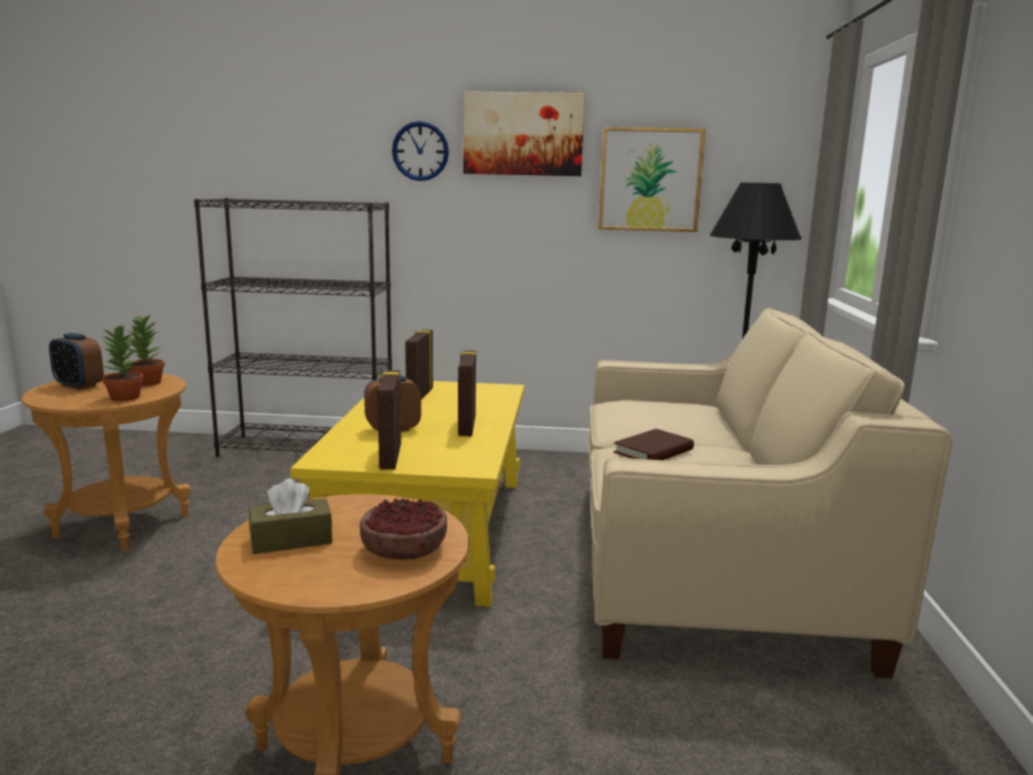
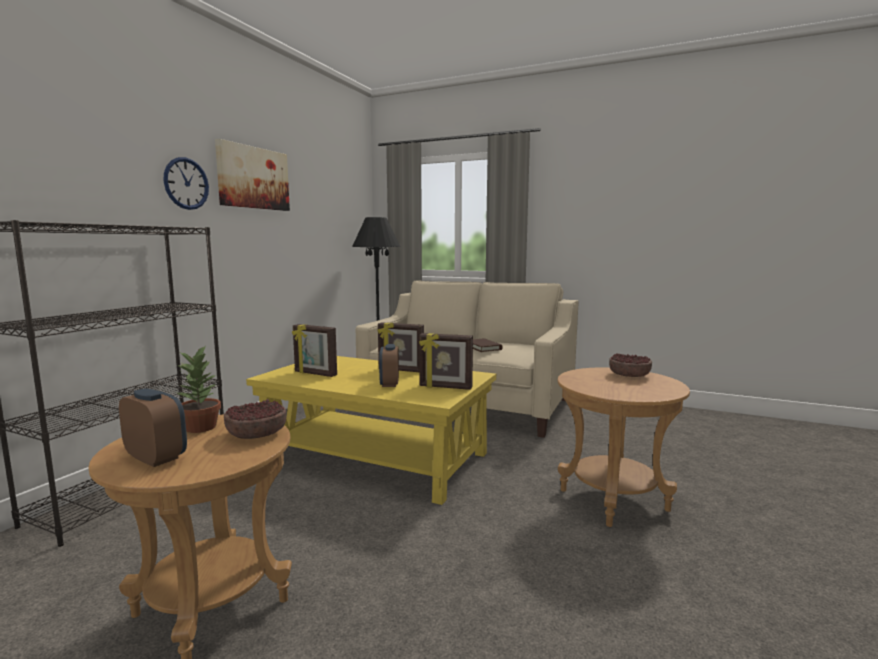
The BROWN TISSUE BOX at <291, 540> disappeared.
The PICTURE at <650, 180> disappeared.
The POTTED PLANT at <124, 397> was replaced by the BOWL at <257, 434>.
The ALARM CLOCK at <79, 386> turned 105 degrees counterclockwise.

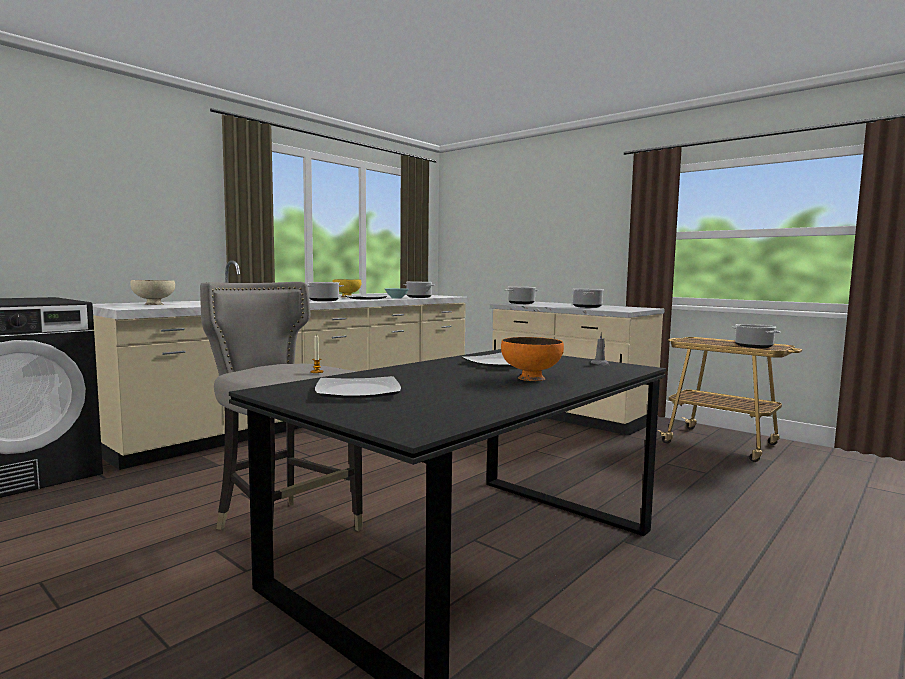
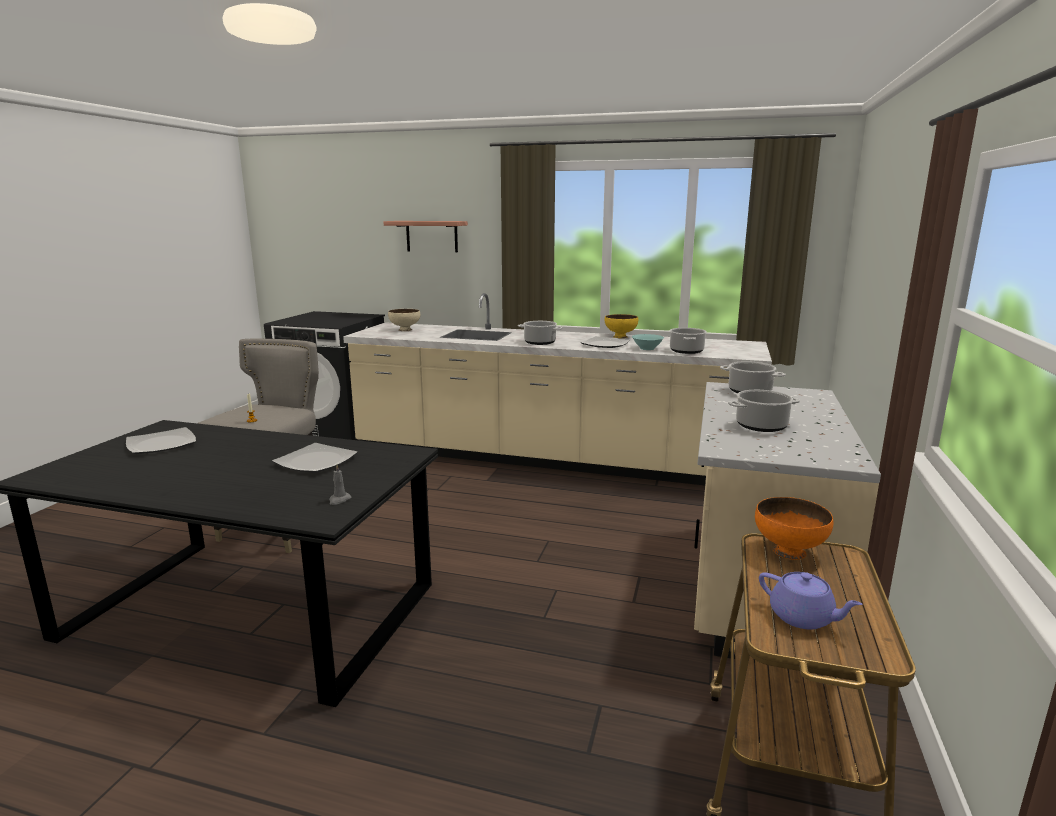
The SHELF at <432, 236> appeared.
The ORANGE BOWL moved from <530, 378> to <789, 551>.
The COOKING POT at <753, 346> was replaced by the PURPLE TEAPOT at <803, 617>.

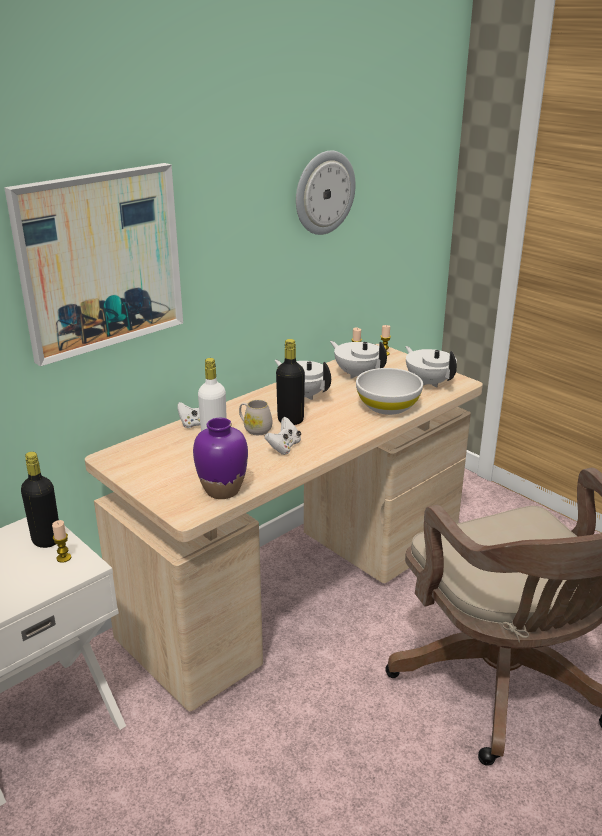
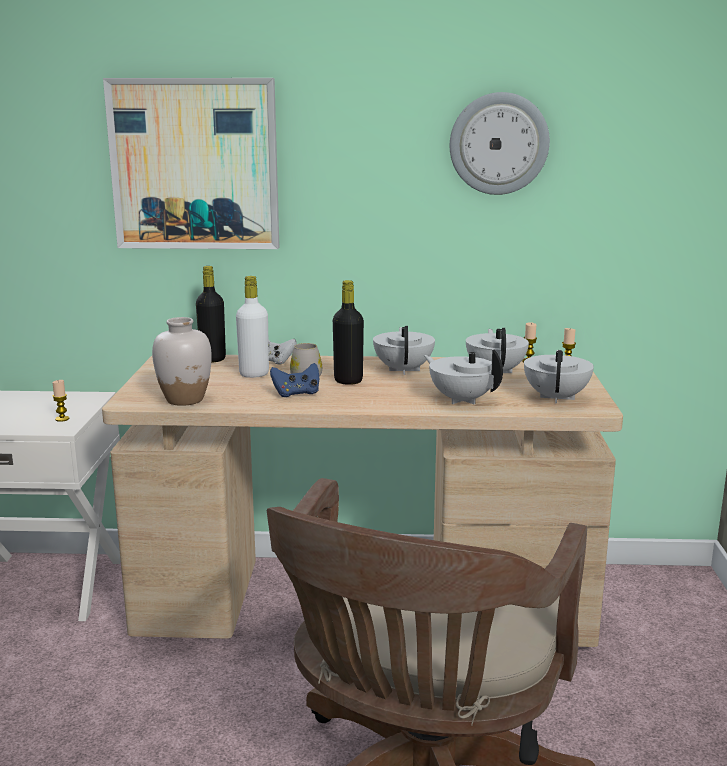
The BLACK BOTTLE moved from <46, 540> to <212, 359>.
The WHITE BOWL at <387, 406> was replaced by the WHITE TEAPOT at <462, 400>.
The PURPLE VASE at <222, 490> became the WHITE VASE at <185, 399>.
The WHITE GAME CONTROLLER at <284, 447> became the BLUE GAME CONTROLLER at <296, 393>.

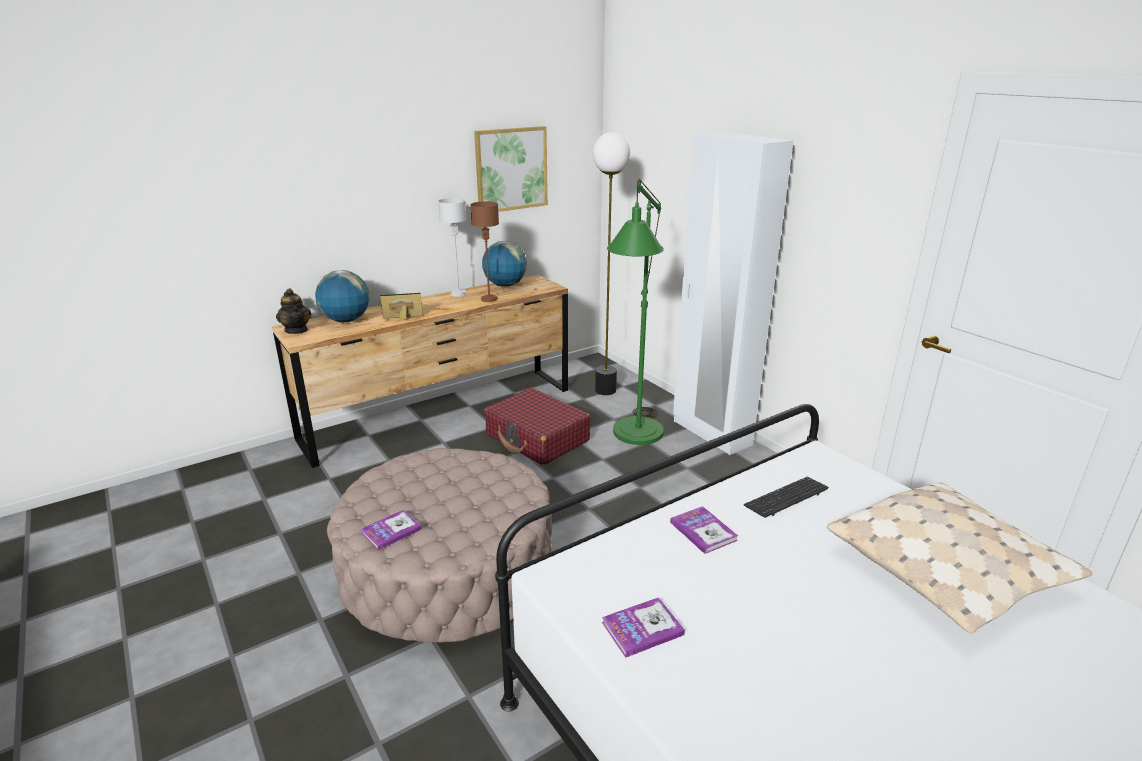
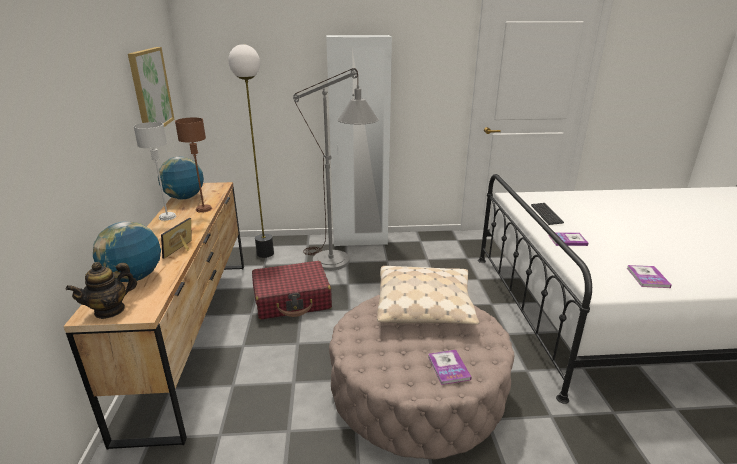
The BEIGE PILLOW moved from <947, 571> to <425, 306>.
The GREEN FLOOR LAMP at <635, 439> became the GREY FLOOR LAMP at <338, 265>.
The TEAPOT at <296, 330> turned 135 degrees clockwise.

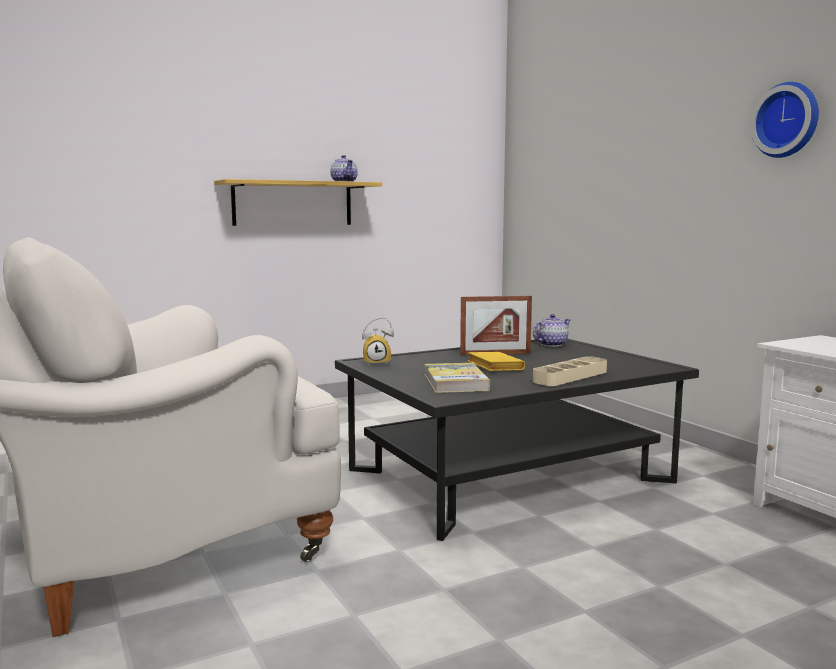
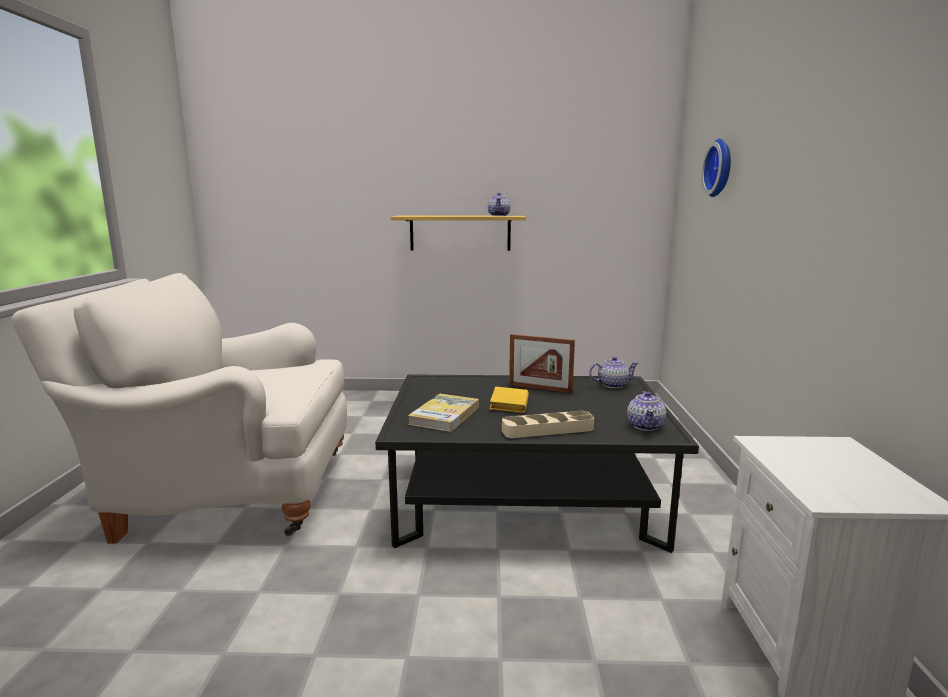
The ALARM CLOCK at <377, 363> disappeared.
The TEAPOT at <645, 426> appeared.
The WALL CLOCK moved from <788, 120> to <721, 168>.

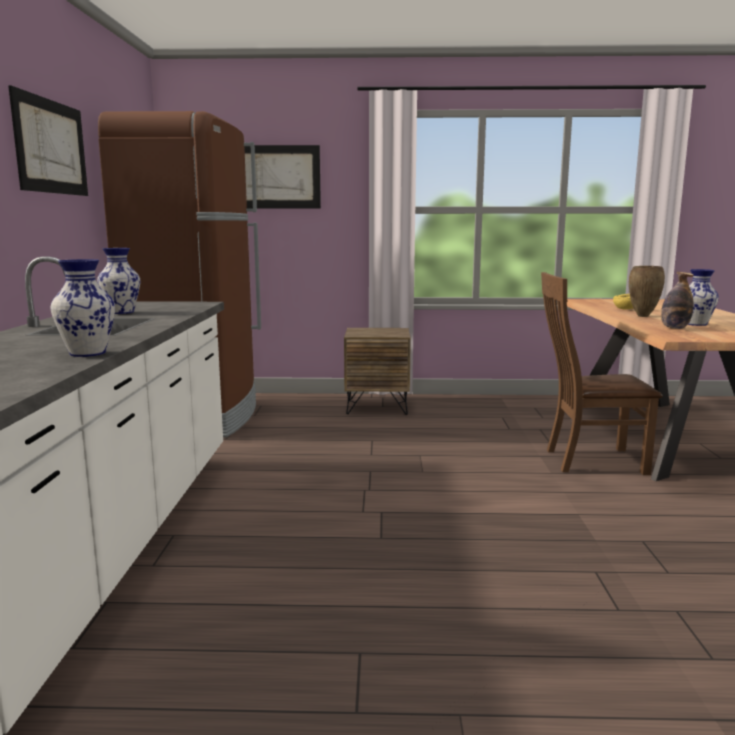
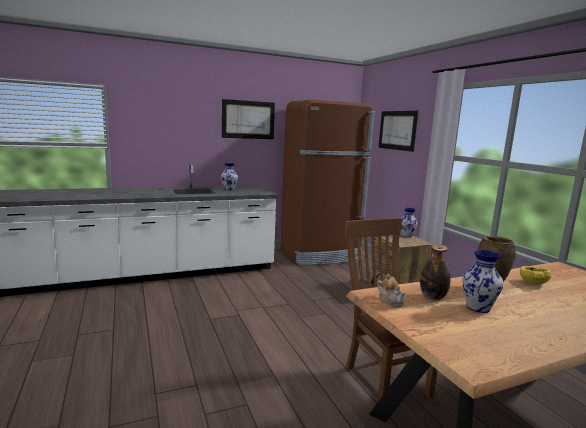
The TEAPOT at <390, 301> appeared.
The VASE moved from <86, 353> to <406, 236>.

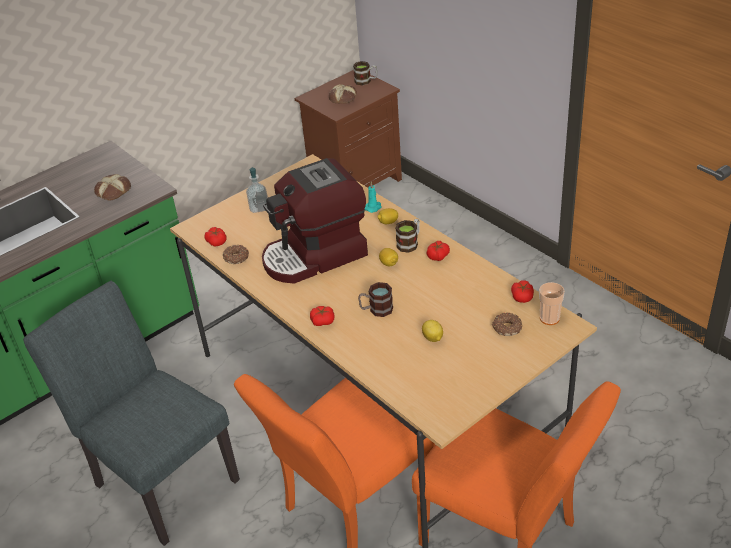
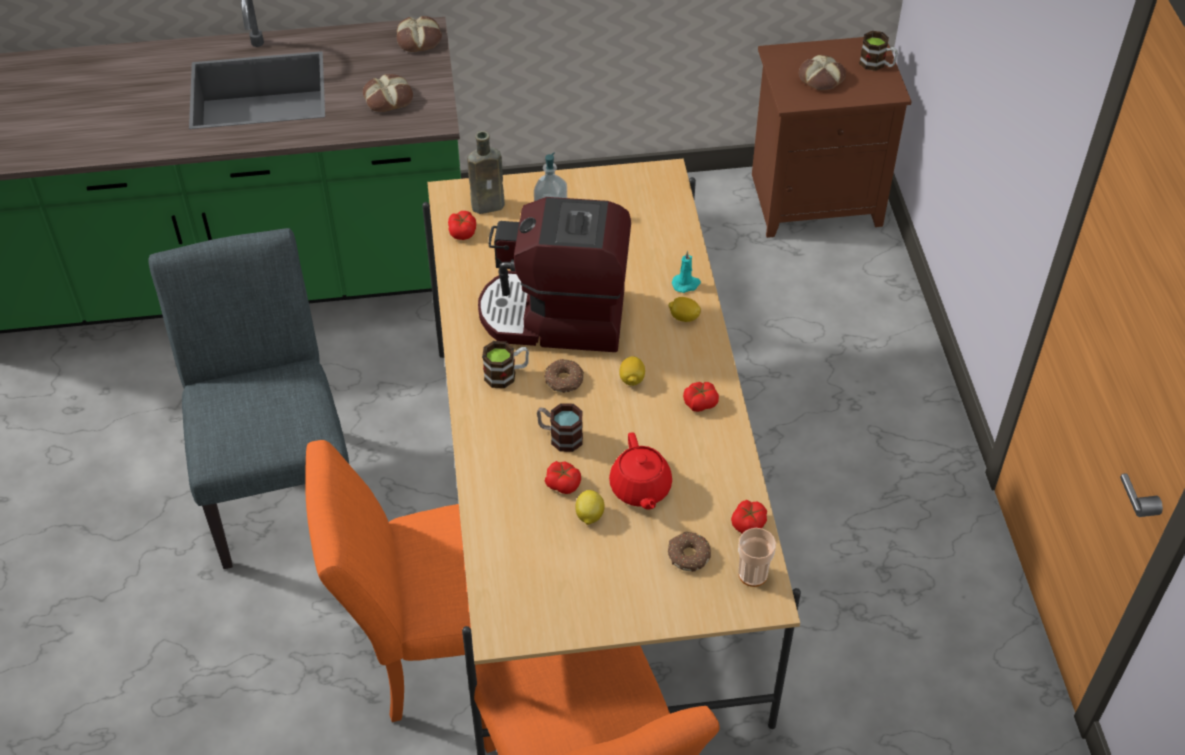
The BREAD at <419, 39> appeared.
The BROWN BOTTLE at <490, 205> appeared.
The RED TEAPOT at <640, 488> appeared.
The DONUT moved from <236, 258> to <564, 381>.
The TOMATO moved from <322, 321> to <563, 483>.
The MUG moved from <410, 243> to <506, 374>.

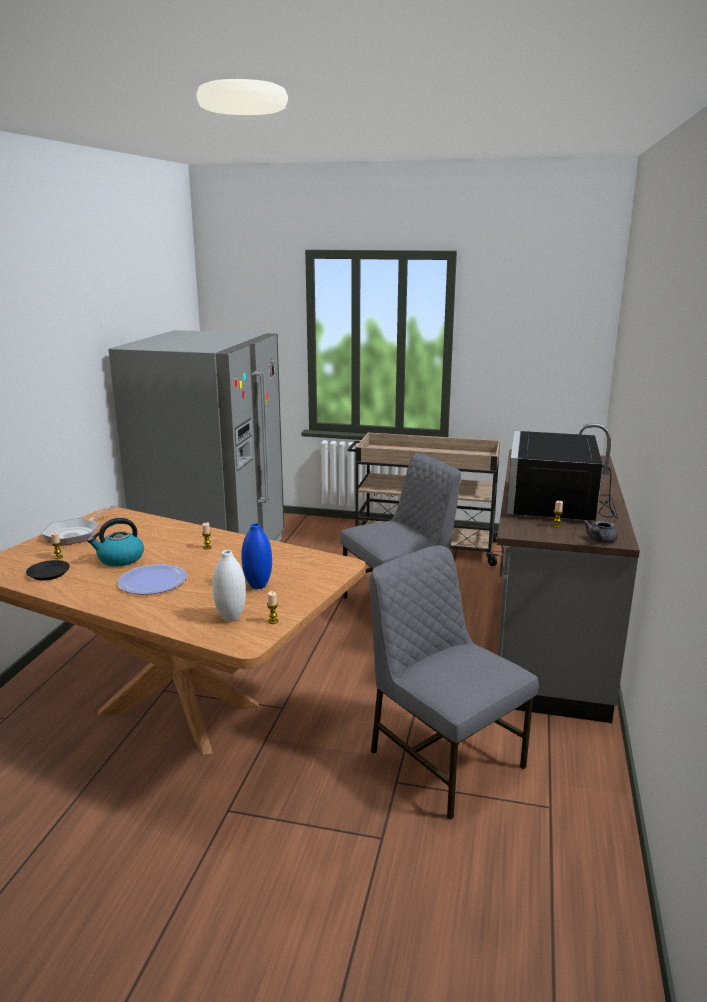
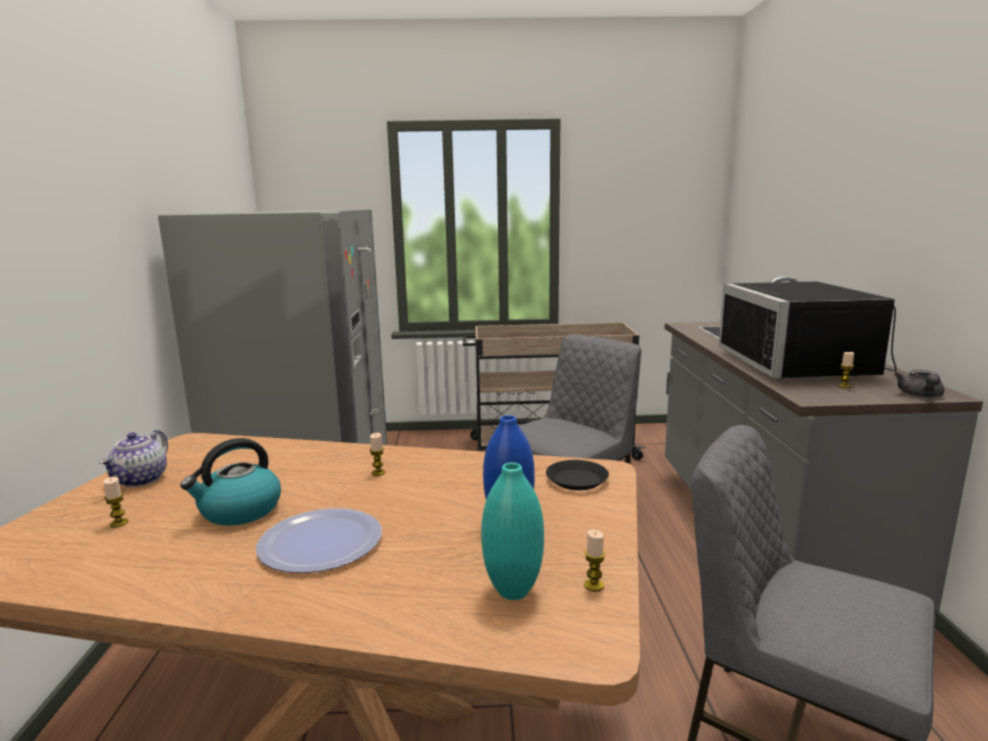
The BLACK PLATE moved from <48, 573> to <577, 480>.
The FRYING PAN at <75, 534> was replaced by the TEAPOT at <141, 480>.
The WHITE VASE at <231, 617> became the TURQUOISE VASE at <513, 591>.

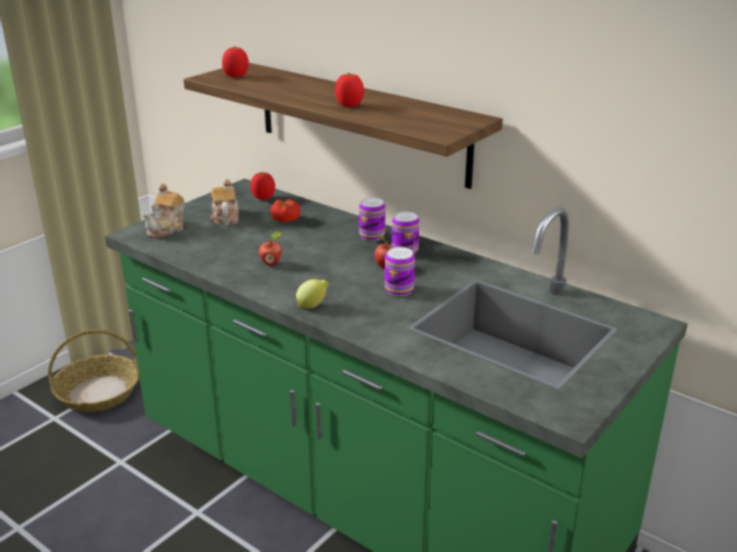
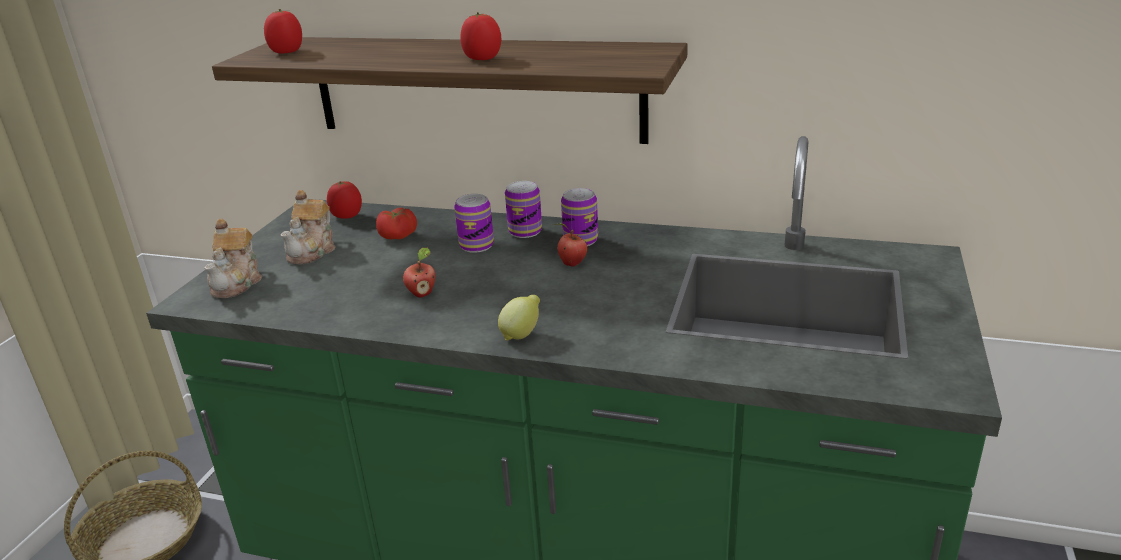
The CAN moved from <399, 290> to <476, 245>.
The TEAPOT at <225, 218> turned 135 degrees counterclockwise.

